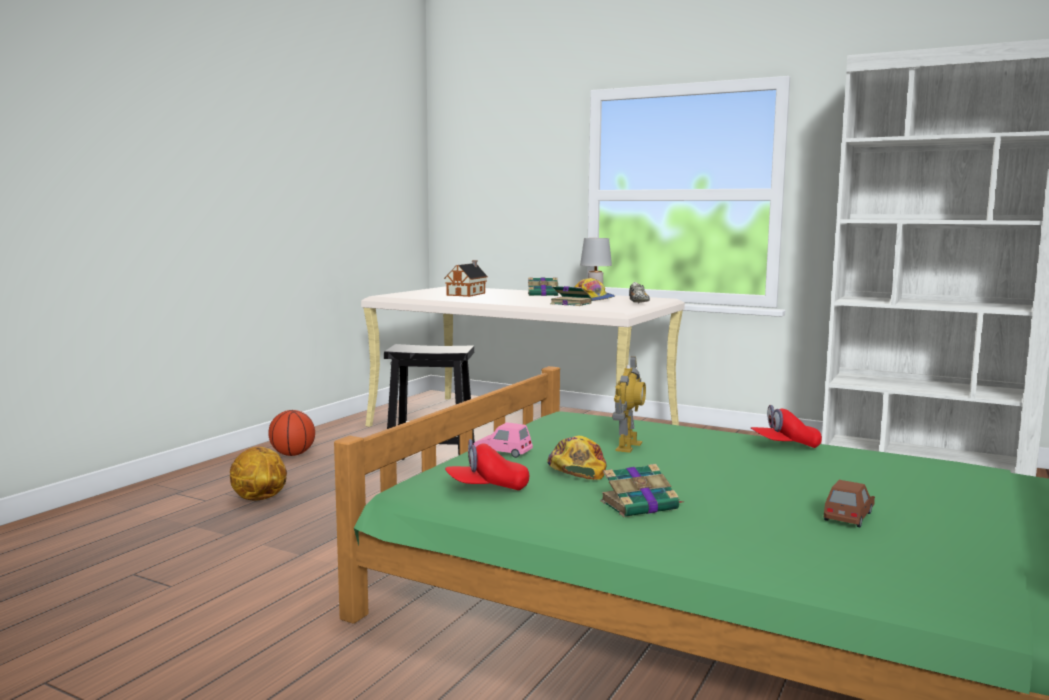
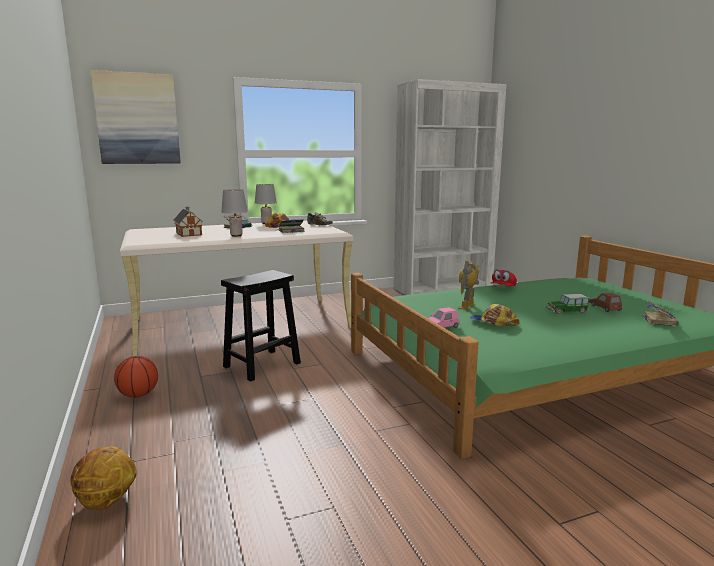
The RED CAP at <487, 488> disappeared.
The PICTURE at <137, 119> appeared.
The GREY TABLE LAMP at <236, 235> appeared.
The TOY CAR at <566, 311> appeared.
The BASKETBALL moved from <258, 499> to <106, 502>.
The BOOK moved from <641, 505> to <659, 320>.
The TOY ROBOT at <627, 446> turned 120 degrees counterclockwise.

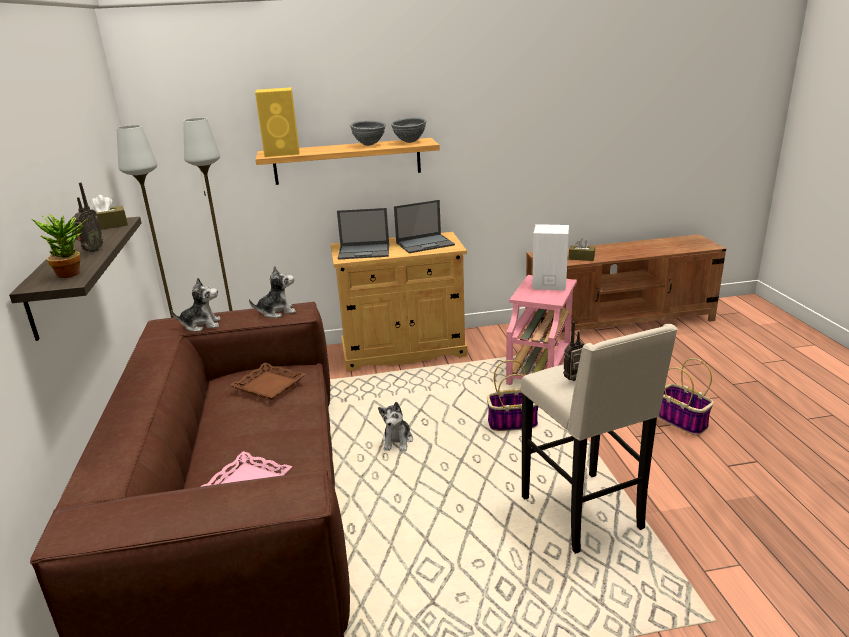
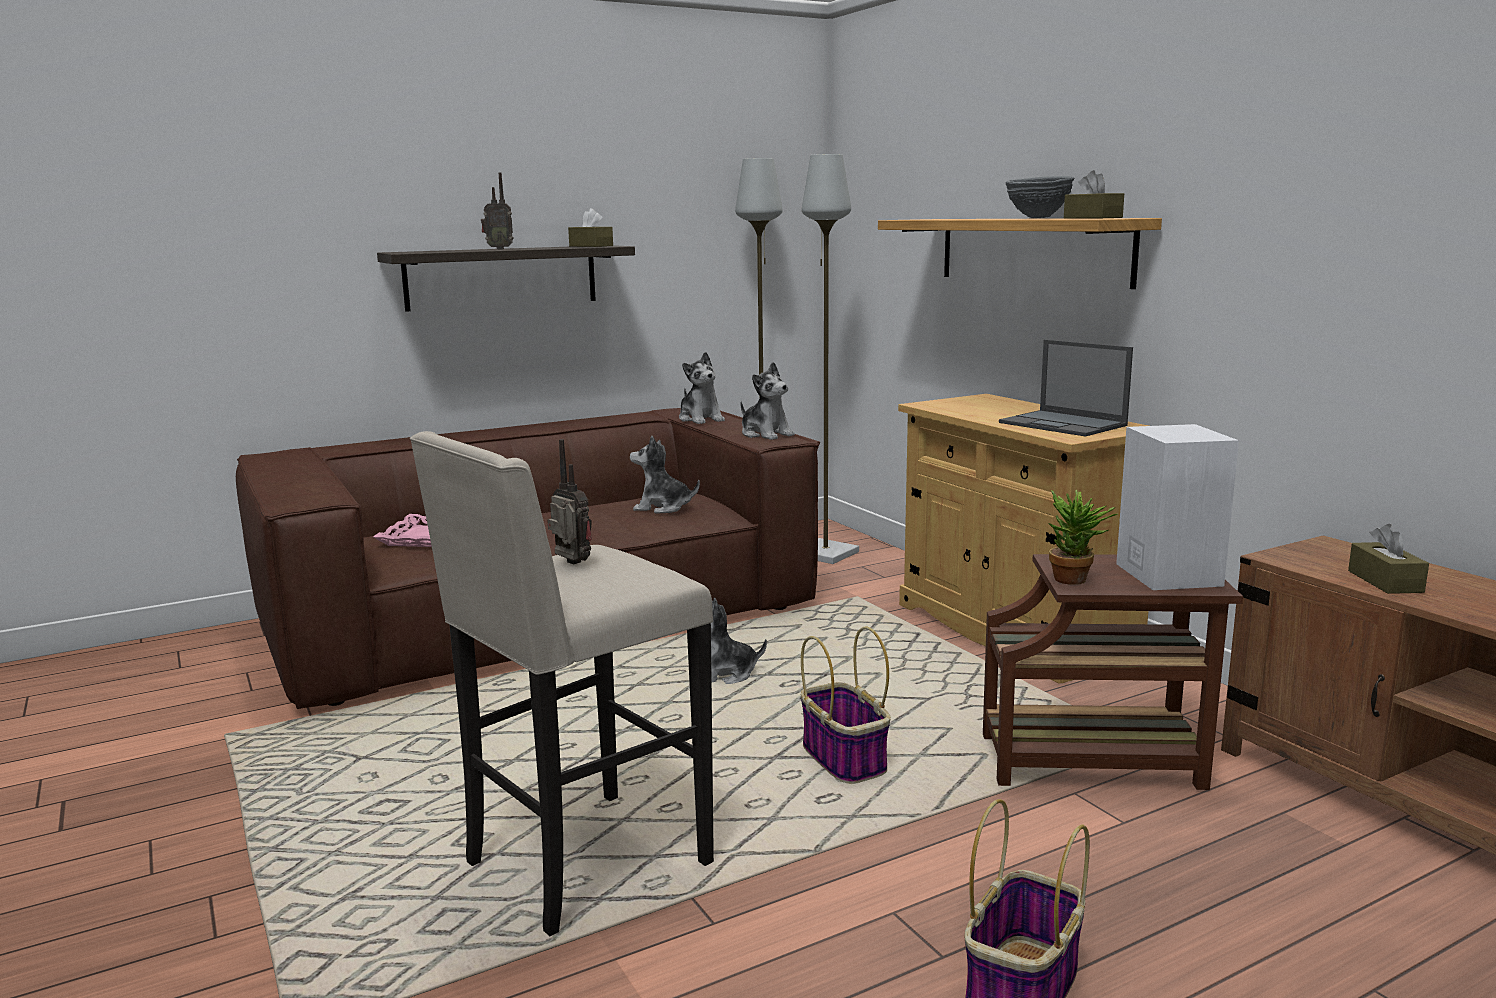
The YELLOW SPEAKER at <283, 153> disappeared.
The LAPTOP at <365, 251> disappeared.
The POTTED PLANT moved from <74, 273> to <1076, 581>.
The BROWN TRAY at <269, 385> was replaced by the PLUSH TOY at <662, 508>.
The GREY BOWL at <409, 142> was replaced by the BROWN TISSUE BOX at <1092, 218>.
The PINK SIDE TABLE at <539, 367> became the BROWN SIDE TABLE at <1097, 762>.

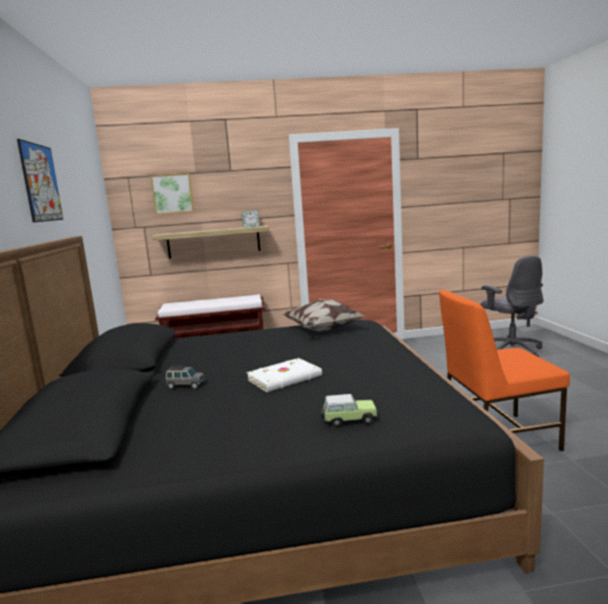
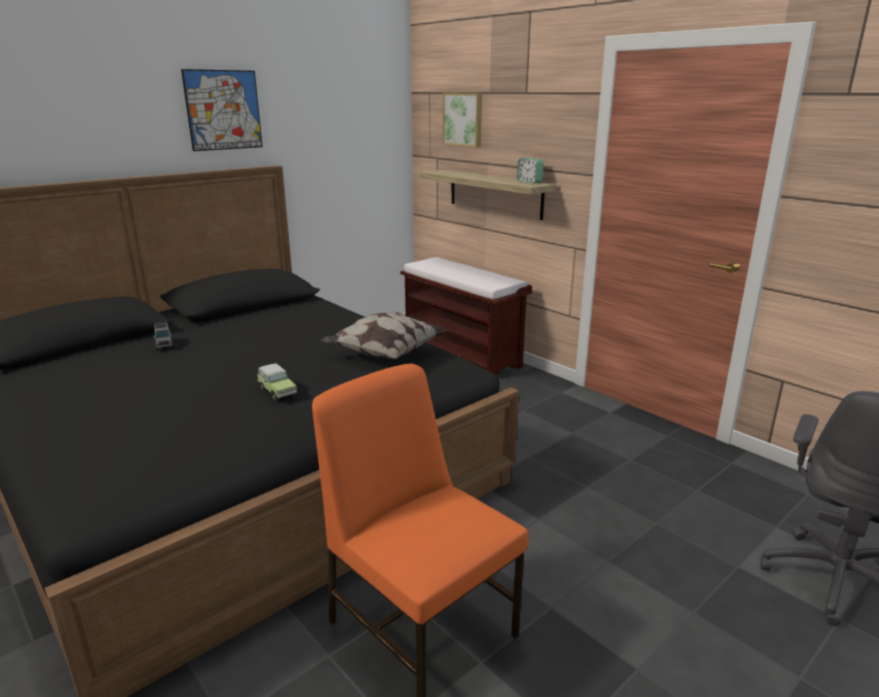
The WHITE BOOK at <285, 378> disappeared.
The TOY CAR moved from <348, 420> to <277, 391>.

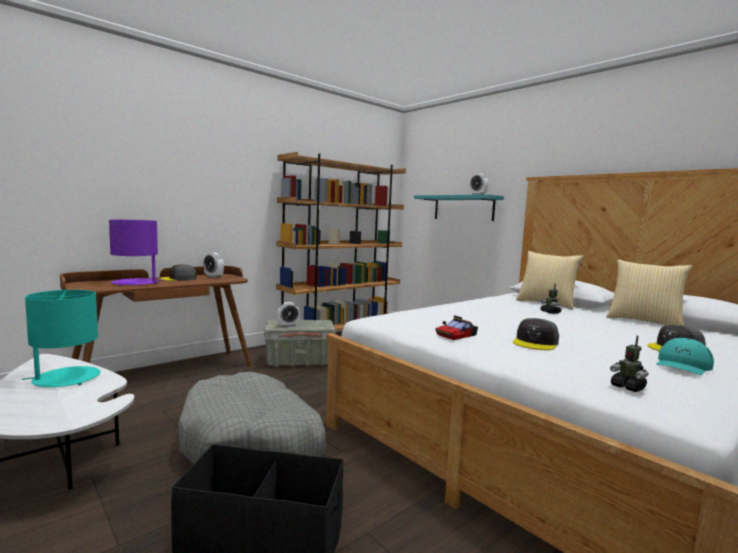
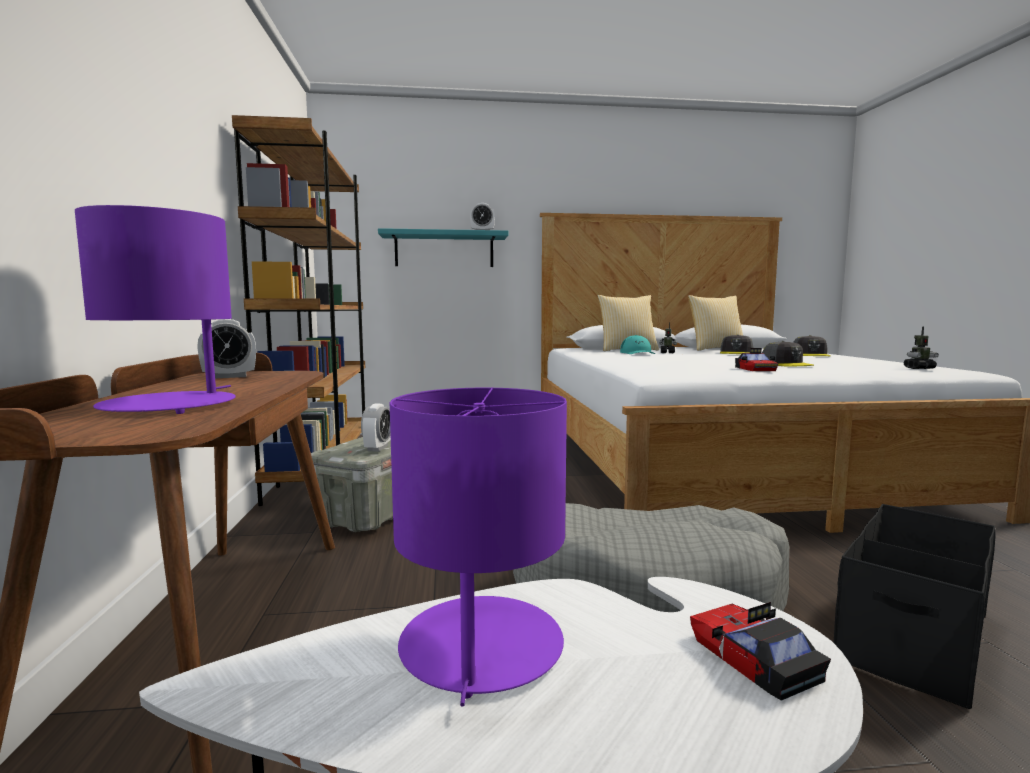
The TOY CAR at <754, 658> appeared.
The GREY CAP moved from <179, 279> to <736, 353>.
The TURQUOISE CAP moved from <682, 365> to <637, 353>.
The TURQUOISE TABLE LAMP at <66, 378> became the PURPLE TABLE LAMP at <480, 646>.

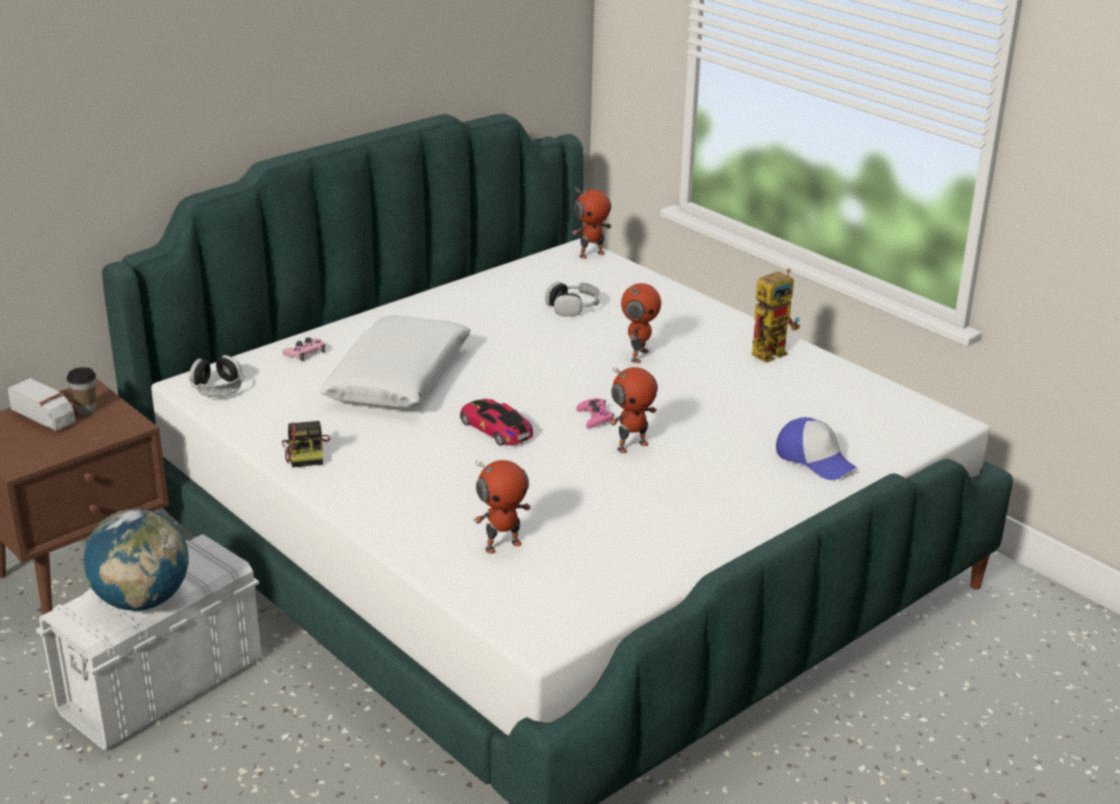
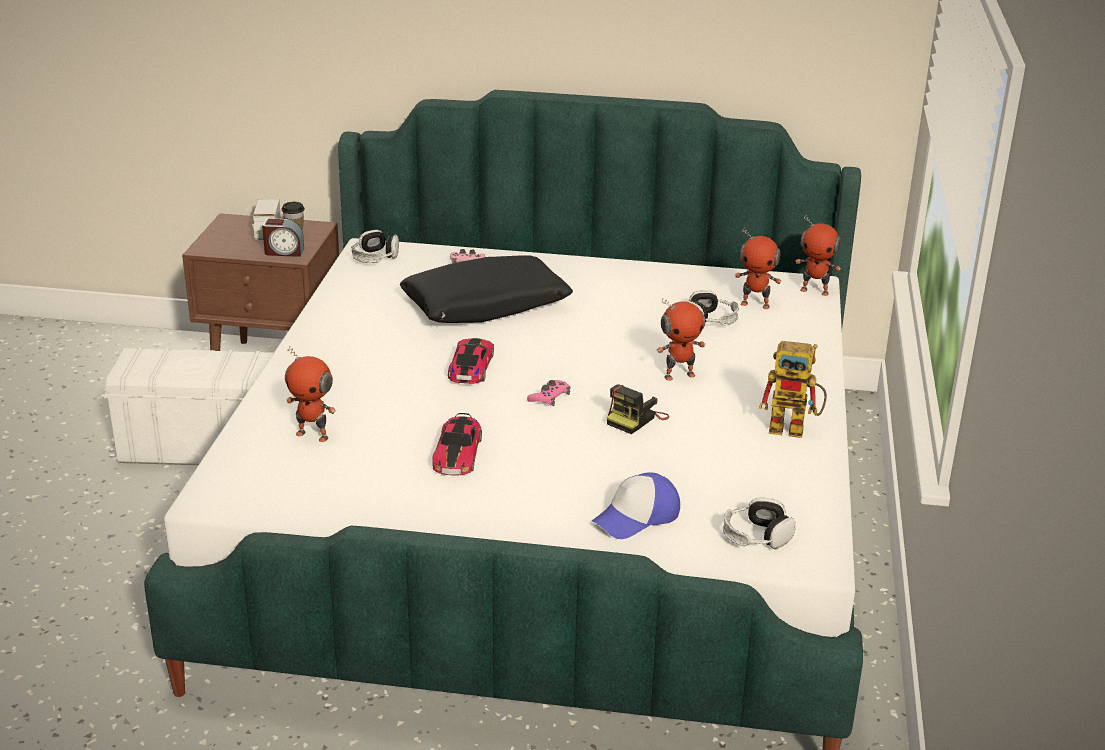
The GLOBE at <142, 601> disappeared.
The ALARM CLOCK at <284, 252> appeared.
The TOY CAR at <457, 454> appeared.
The HEADPHONES at <756, 536> appeared.
The PHOTO CAMERA moved from <306, 451> to <636, 419>.
The TOY ROBOT moved from <631, 445> to <755, 304>.
The WHITE PILLOW at <399, 378> became the BLACK PILLOW at <486, 305>.
The CAP at <815, 459> turned 45 degrees clockwise.

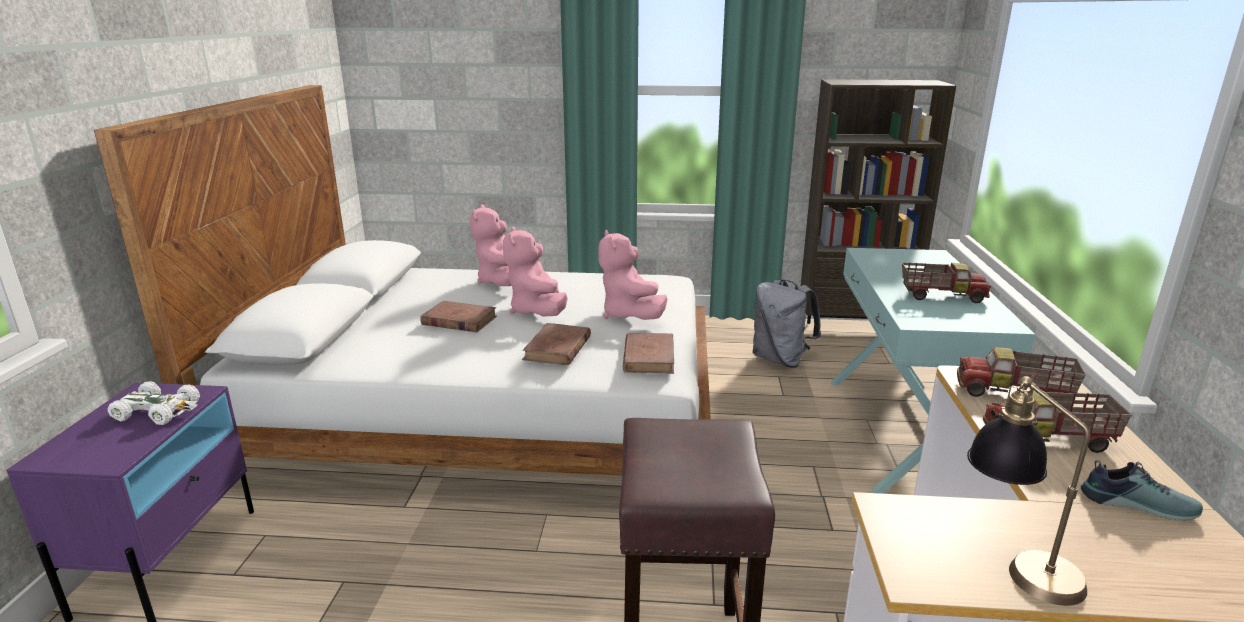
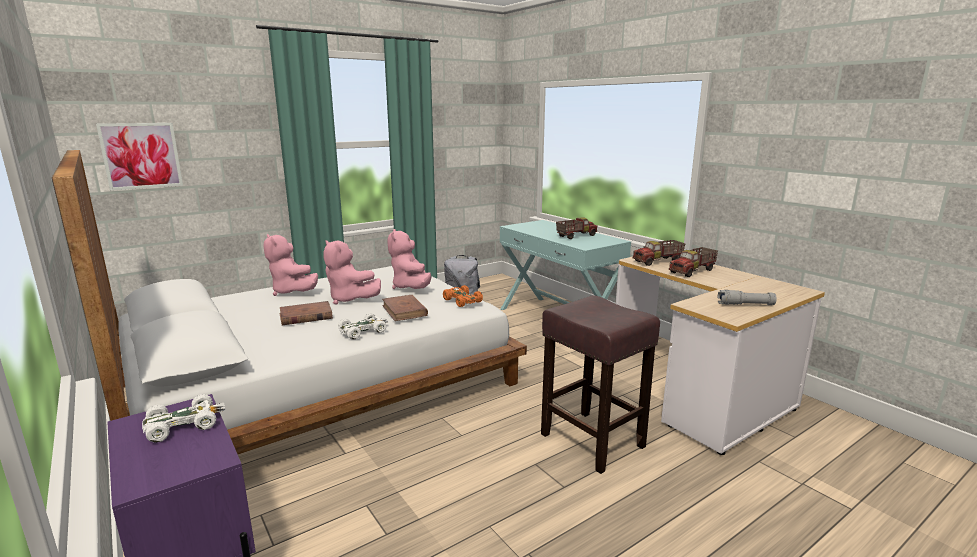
The BROWN BOOKCASE at <853, 331> disappeared.
The SHOE at <1136, 503> disappeared.
The PICTURE at <141, 155> appeared.
The WHITE TOY CAR at <363, 331> appeared.
The BROWN BOOK at <649, 357> was replaced by the ORANGE TOY CAR at <461, 301>.
The TABLE LAMP at <1015, 563> was replaced by the GREY FLASHLIGHT at <745, 305>.
The PINK PLUSH TOY at <629, 315> turned 45 degrees clockwise.

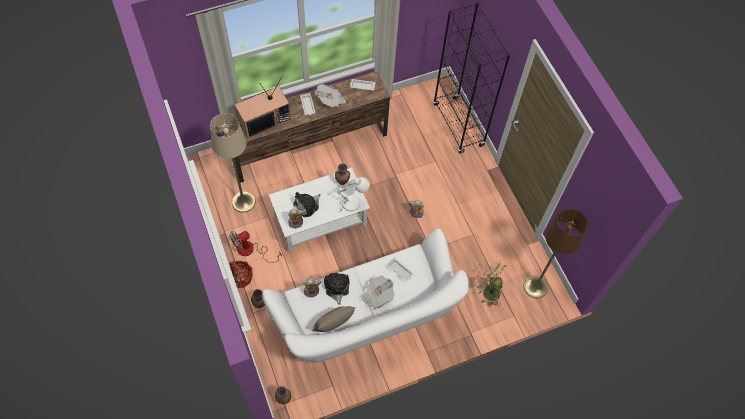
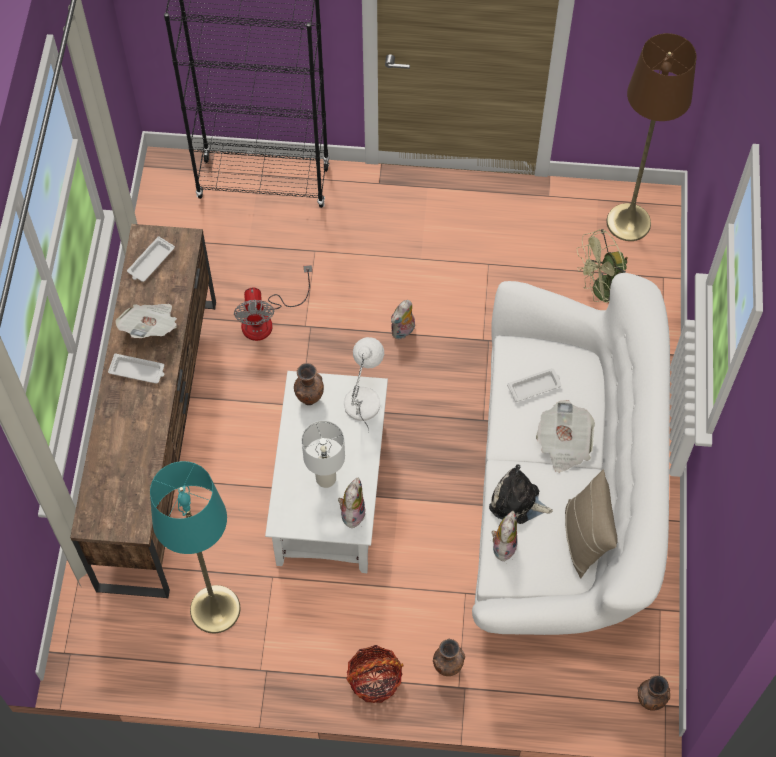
The TELEVISION at <264, 119> disappeared.
The FAN moved from <251, 250> to <266, 319>.
The PLUSH TOY at <307, 205> was replaced by the WHITE TABLE LAMP at <326, 478>.
The BEIGE FLOOR LAMP at <243, 202> became the TURQUOISE FLOOR LAMP at <215, 609>.

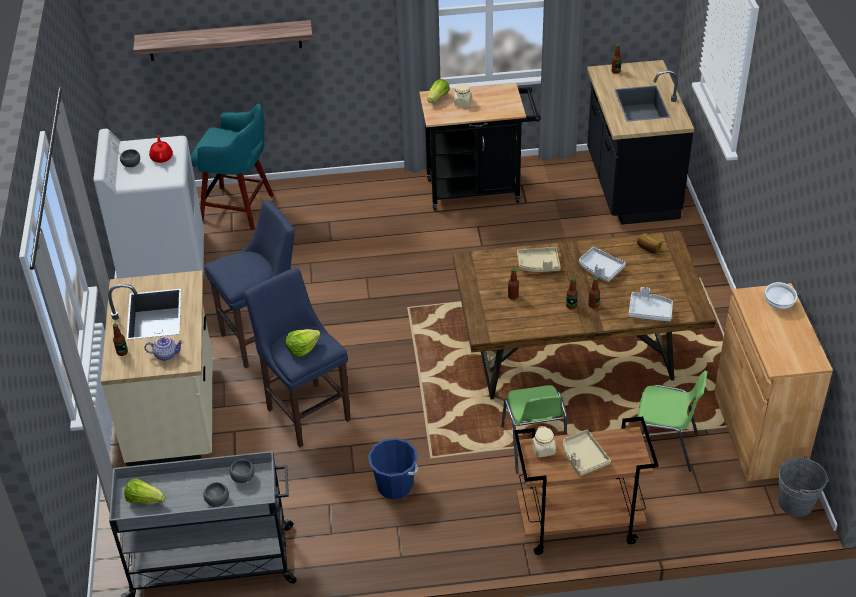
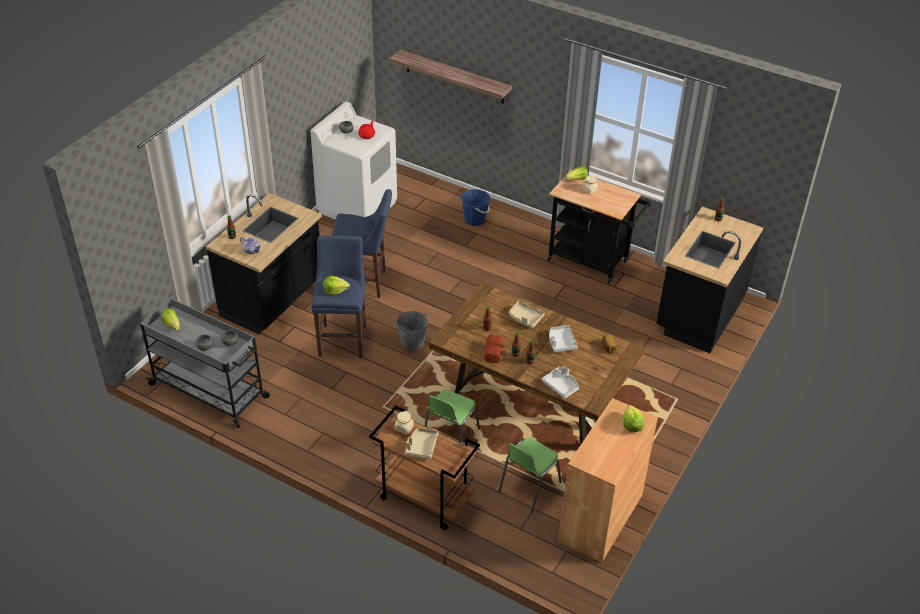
The TURQUOISE STOOL at <239, 208> disappeared.
The BREAD at <494, 351> appeared.
The BLUE BUCKET moved from <395, 486> to <475, 220>.
The GREY BUCKET moved from <795, 503> to <412, 342>.
The WHITE BOWL at <779, 304> was replaced by the LETTUCE at <631, 425>.
The BEIGE COUNTER at <175, 415> became the BLACK COUNTER at <273, 299>.
The GREEN CHAIR at <663, 447> turned 75 degrees clockwise.

